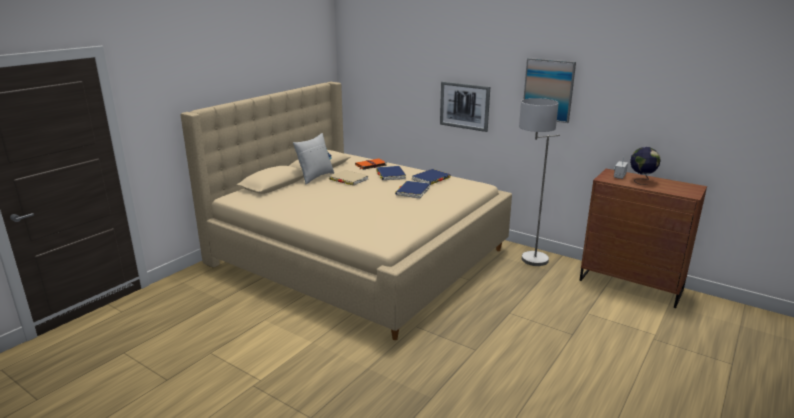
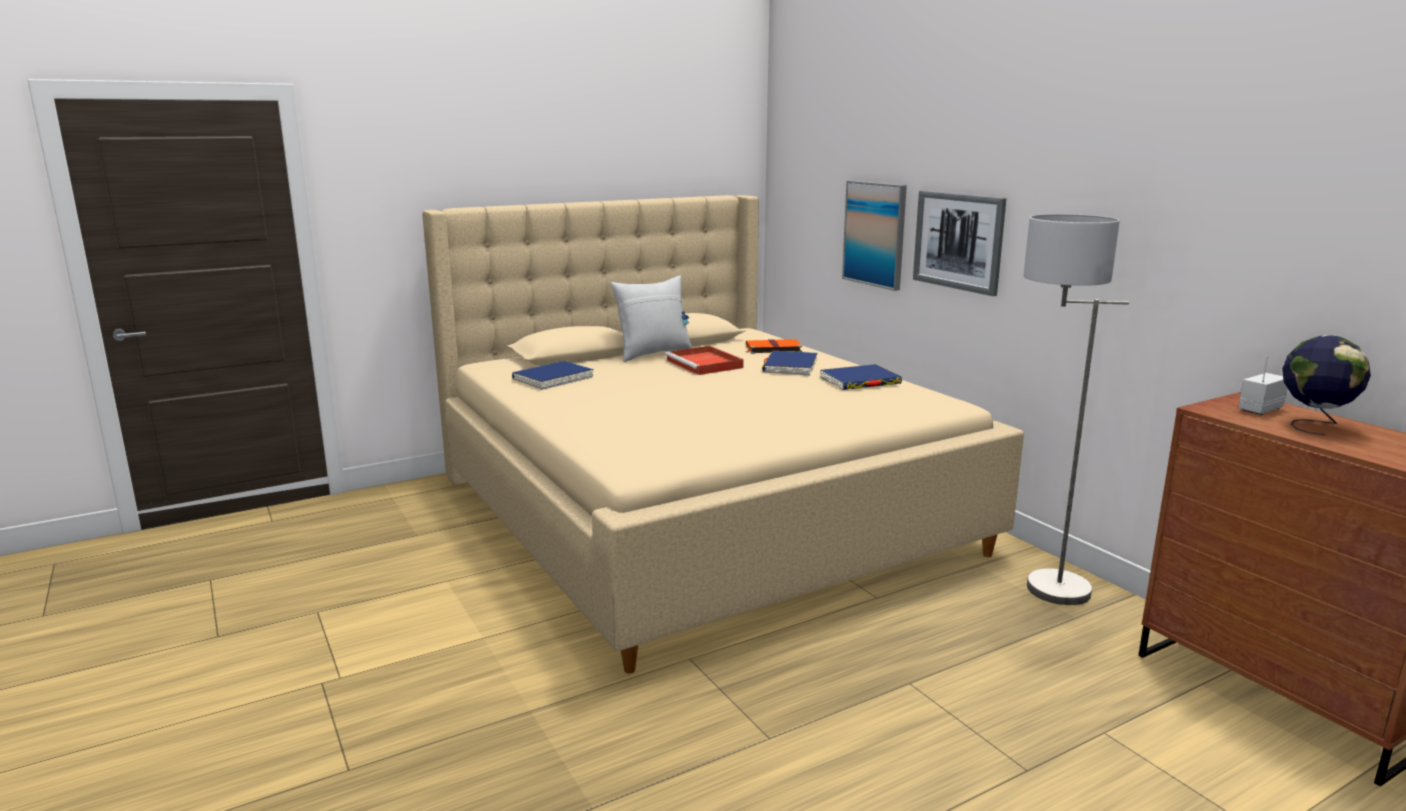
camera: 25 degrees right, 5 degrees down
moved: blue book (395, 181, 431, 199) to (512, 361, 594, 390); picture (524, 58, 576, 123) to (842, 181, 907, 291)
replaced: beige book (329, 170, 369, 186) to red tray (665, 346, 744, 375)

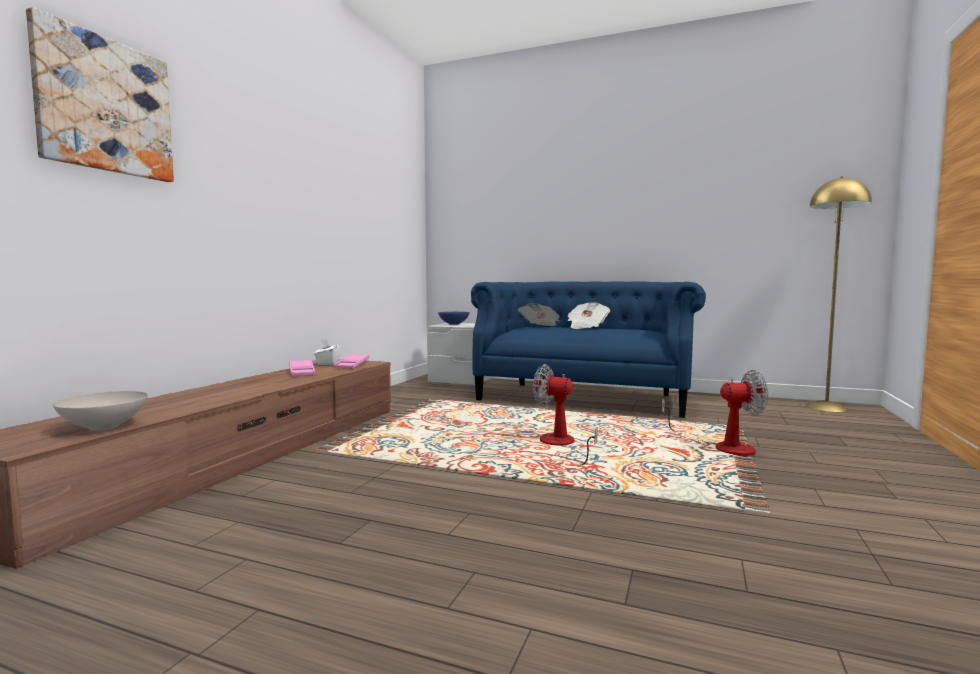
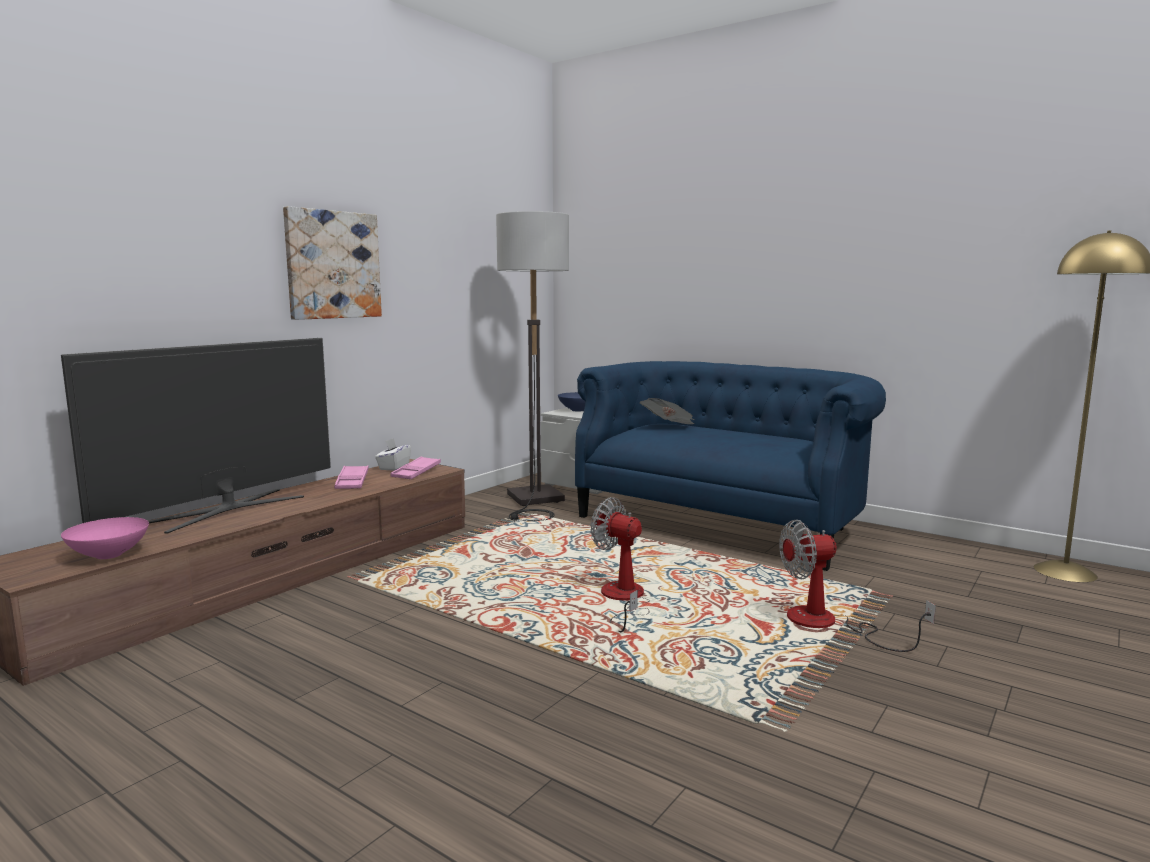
camera: 15 degrees right, 5 degrees up
removed: newspaper (567, 302, 610, 329)
added: television (61, 338, 331, 534); floor lamp (496, 211, 569, 522)
moved: picture (26, 7, 174, 182) to (283, 206, 382, 320)
recoloured: white bowl (53, 391, 148, 431) to pink bowl (61, 517, 149, 559)
turned: fan (662, 370, 768, 457) = (779, 520, 936, 652) 150 degrees clockwise

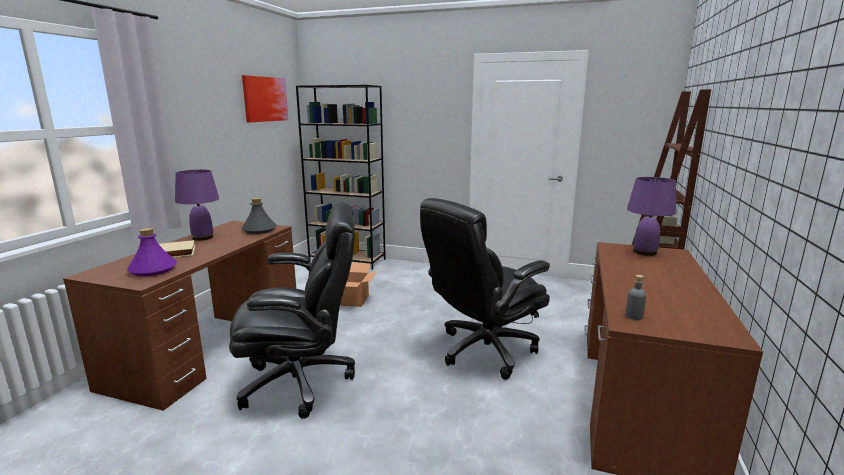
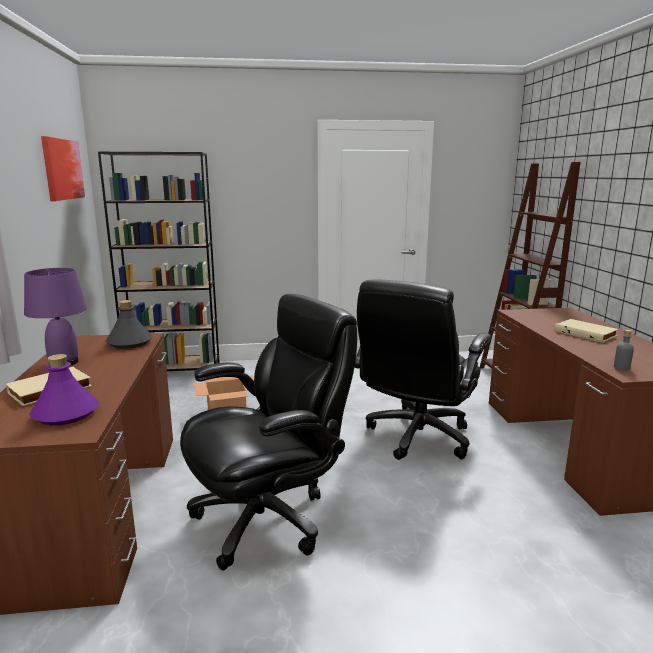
camera: 25 degrees left, 0 degrees up
removed: purple table lamp (627, 177, 676, 256)
added: beige book (554, 319, 618, 343)

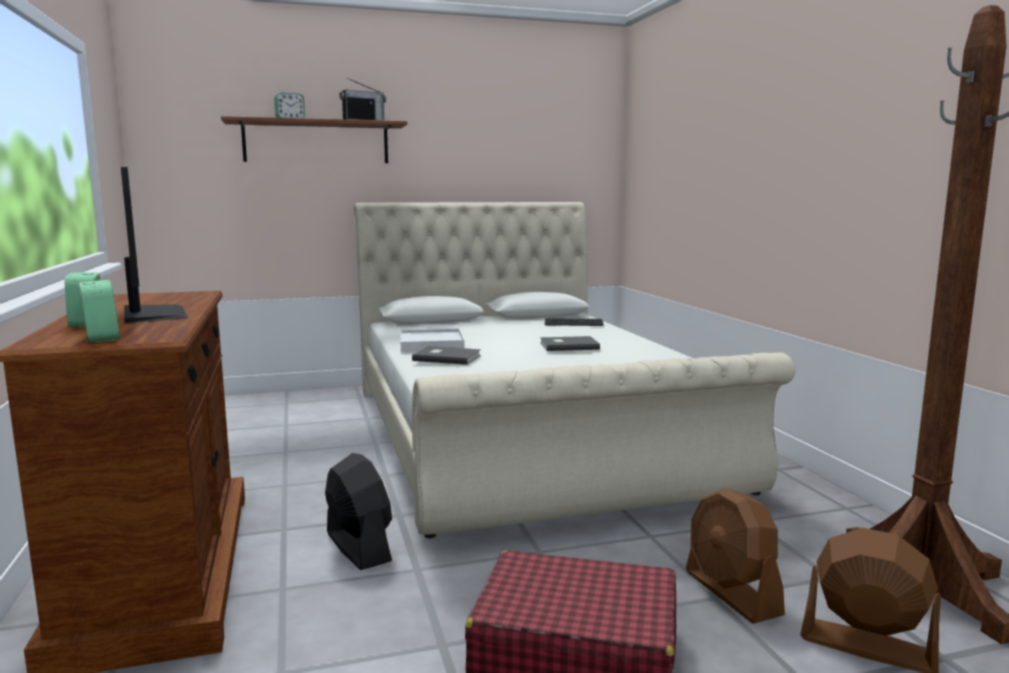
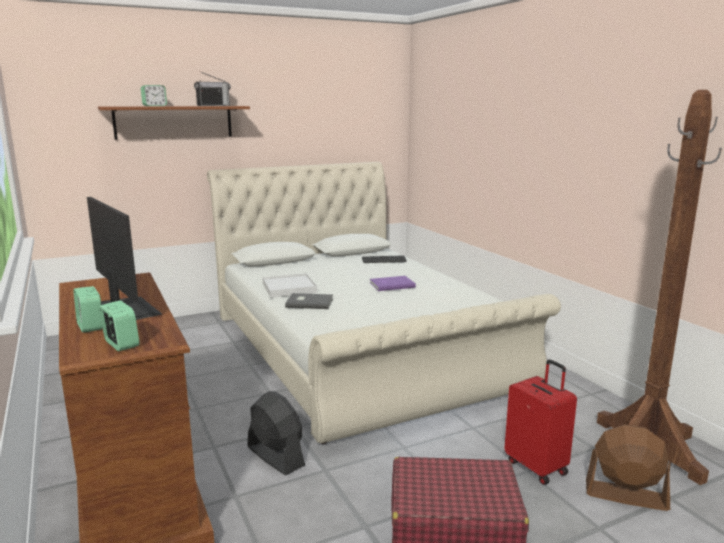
camera: 10 degrees left, 5 degrees up
replaced: brown fan (686, 488, 785, 624) to red suitcase (504, 359, 577, 485)
recoloured: grey book (540, 336, 600, 351) to purple book (370, 276, 416, 291)

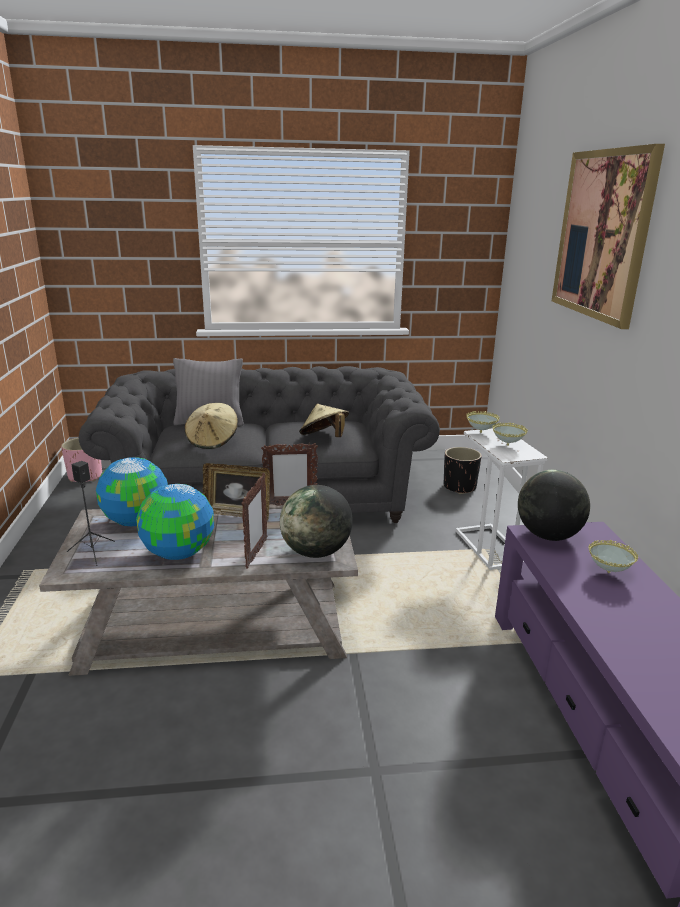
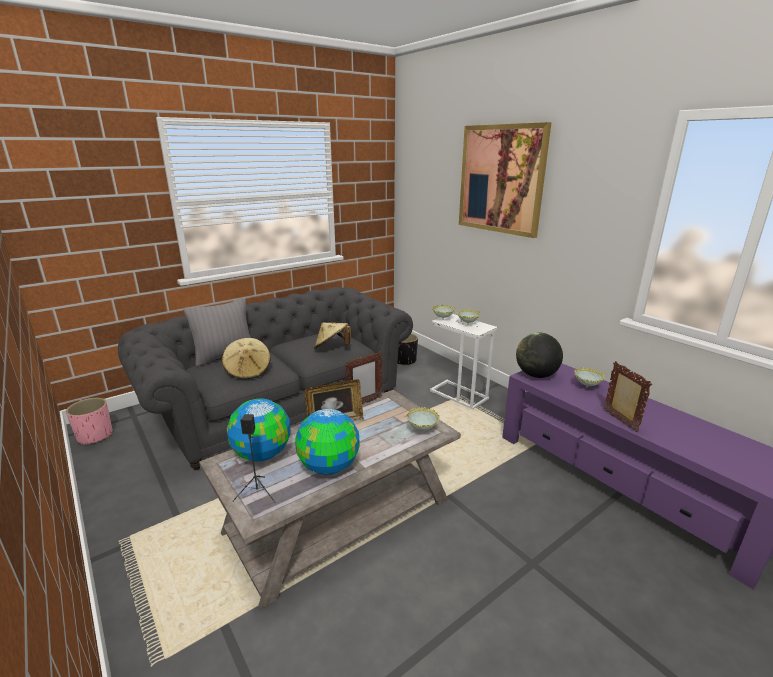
camera: 30 degrees left, 0 degrees up
moved: picture frame (242, 473, 267, 568) to (604, 361, 652, 432)
replaced: globe (280, 485, 353, 558) to bowl (407, 407, 440, 431)

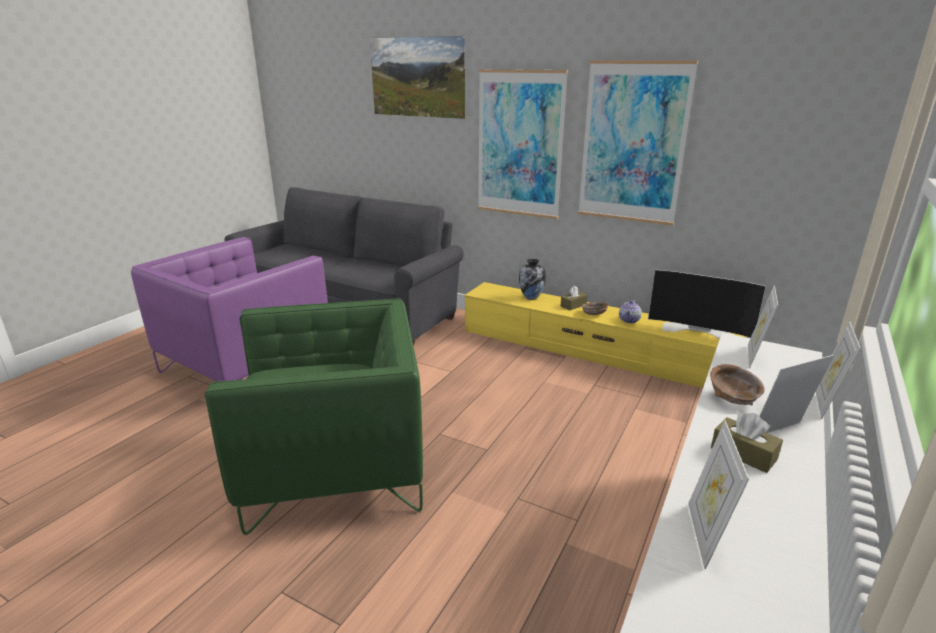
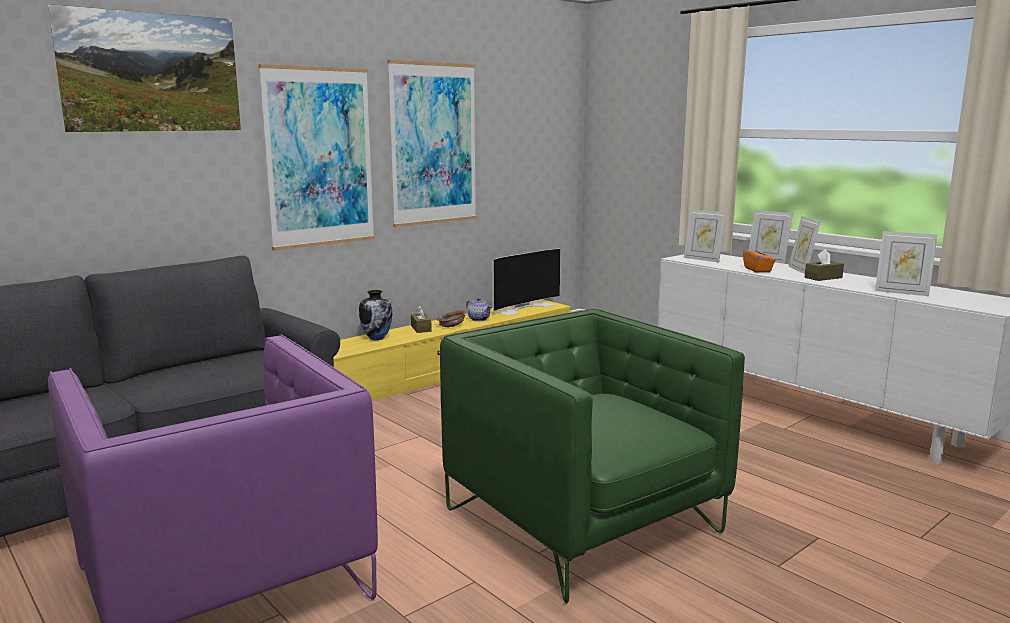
camera: 70 degrees left, 10 degrees down
replaced: brown bowl (710, 364, 765, 406) to orange tissue box (743, 244, 776, 272)
turned: green armchair (205, 298, 423, 535) = (440, 309, 745, 604) 45 degrees counterclockwise

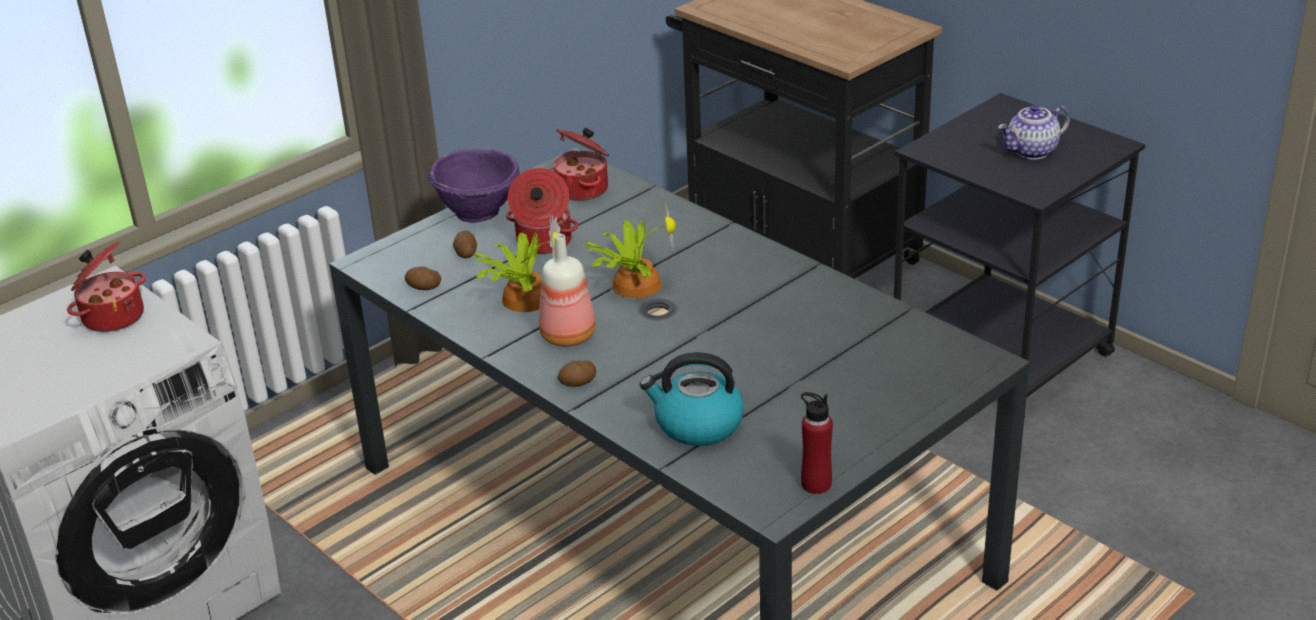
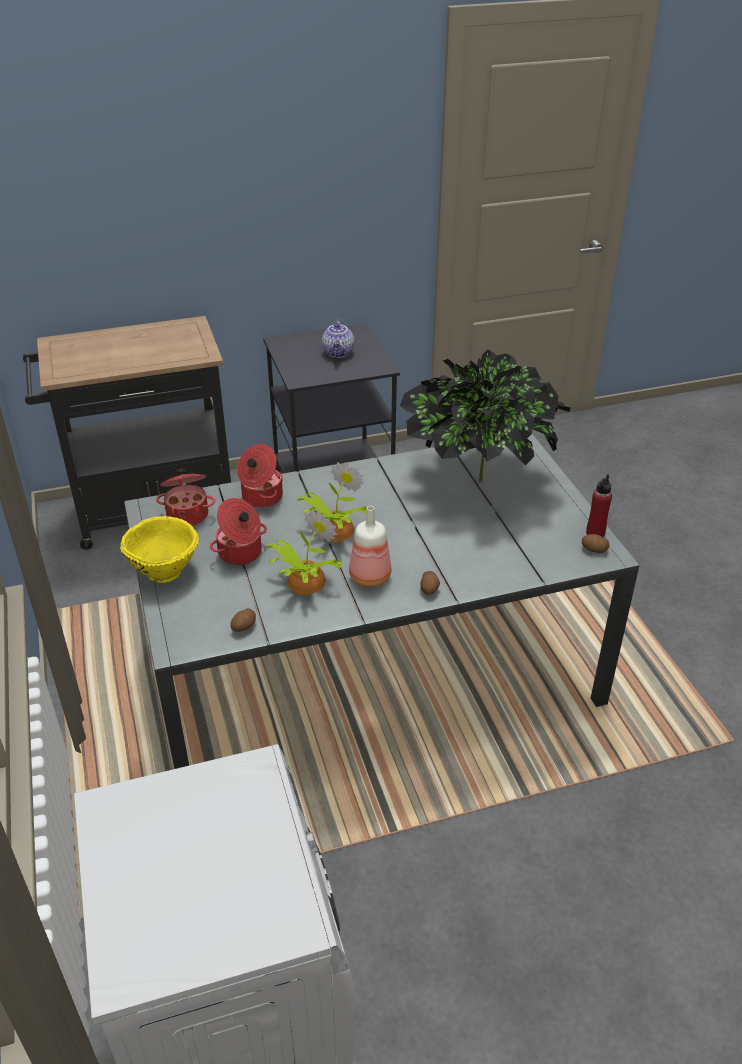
camera: 65 degrees left, 5 degrees up
removed: kettle (640, 352, 744, 446)
added: potted plant (400, 350, 571, 482)
moved: cooking pot (67, 240, 146, 332) to (237, 444, 283, 508); potato (453, 230, 477, 258) to (582, 534, 610, 553)
recoloured: purple bowl (428, 149, 521, 223) to yellow bowl (120, 516, 199, 583)

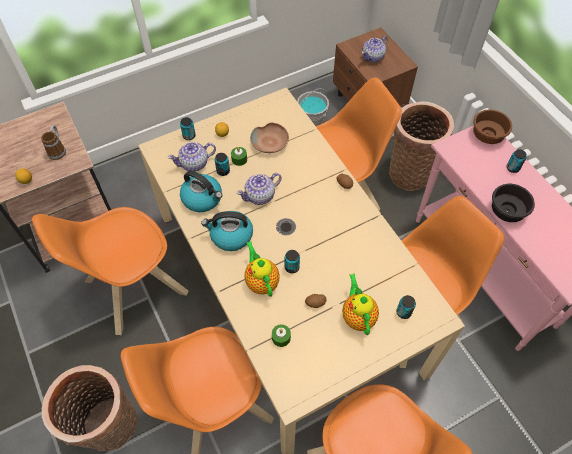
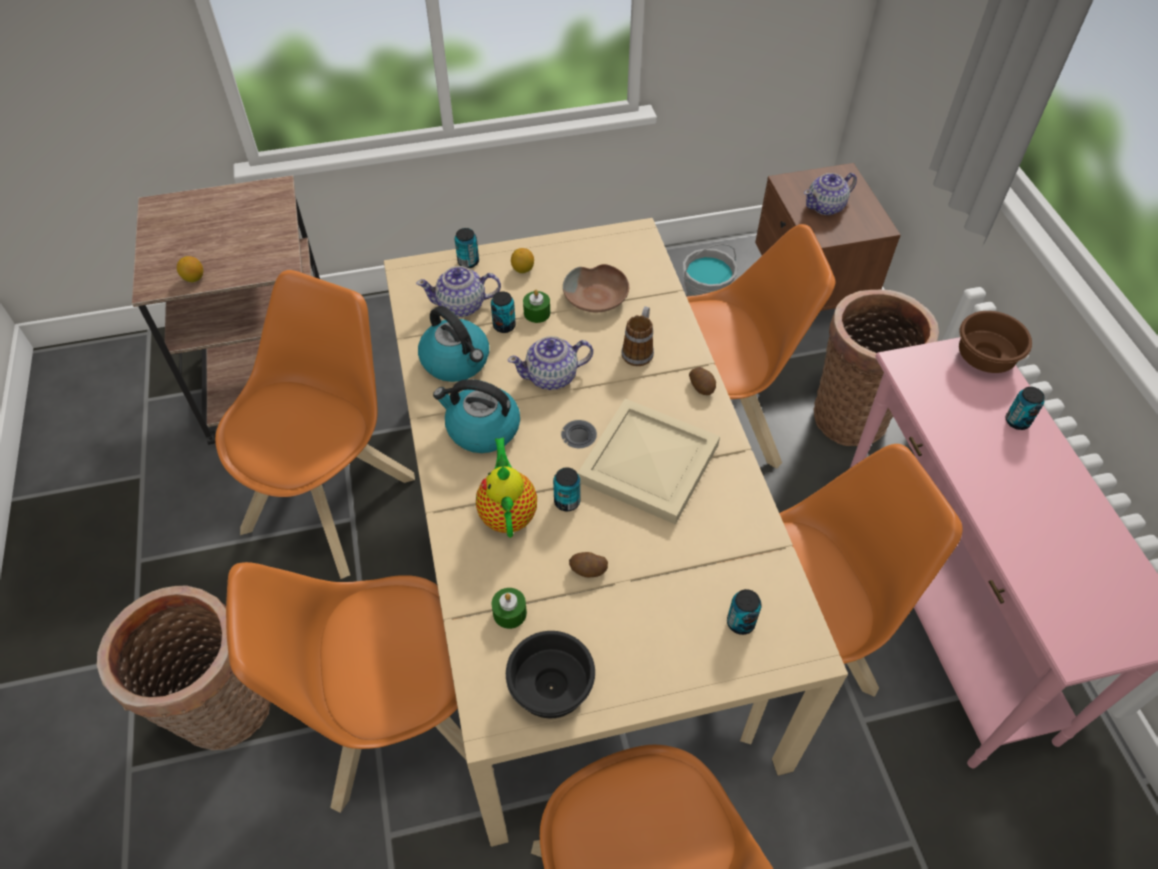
camera: 15 degrees right, 5 degrees down
removed: teapot (342, 273, 379, 335)
added: beige tray (577, 399, 720, 525)
moved: mug (41, 126, 66, 160) to (621, 306, 654, 366); black bowl (492, 184, 535, 222) to (506, 631, 595, 718)
turned: orange chair (32, 207, 188, 335) = (215, 270, 415, 579) 135 degrees clockwise

